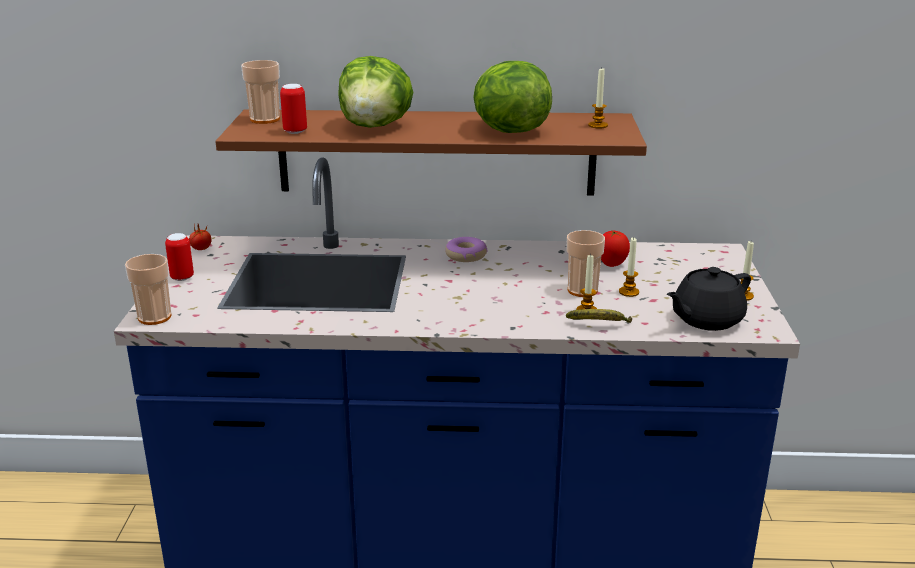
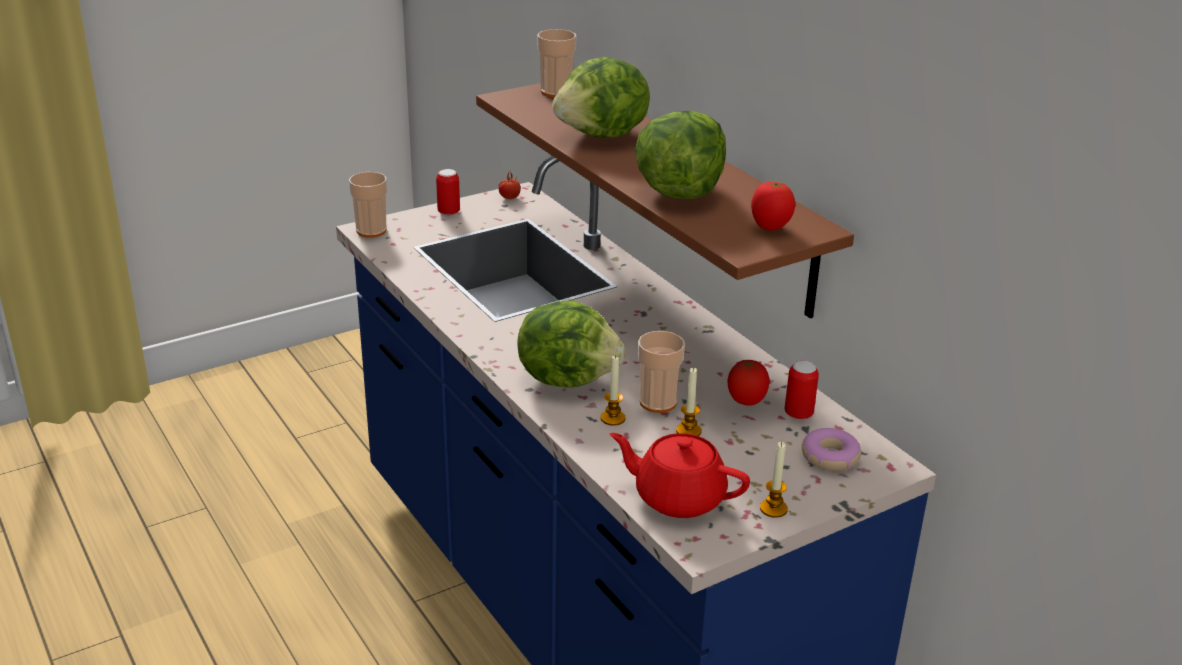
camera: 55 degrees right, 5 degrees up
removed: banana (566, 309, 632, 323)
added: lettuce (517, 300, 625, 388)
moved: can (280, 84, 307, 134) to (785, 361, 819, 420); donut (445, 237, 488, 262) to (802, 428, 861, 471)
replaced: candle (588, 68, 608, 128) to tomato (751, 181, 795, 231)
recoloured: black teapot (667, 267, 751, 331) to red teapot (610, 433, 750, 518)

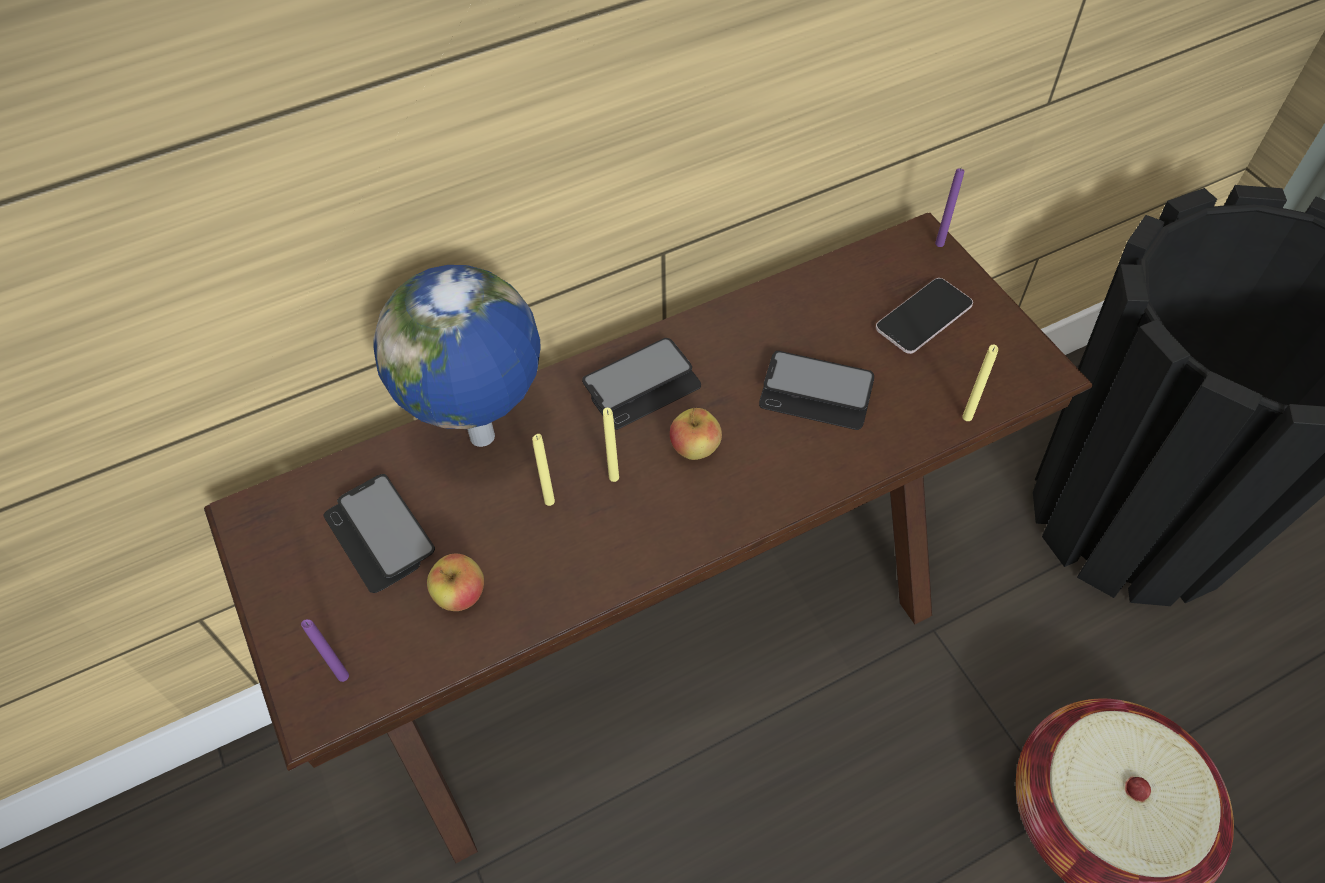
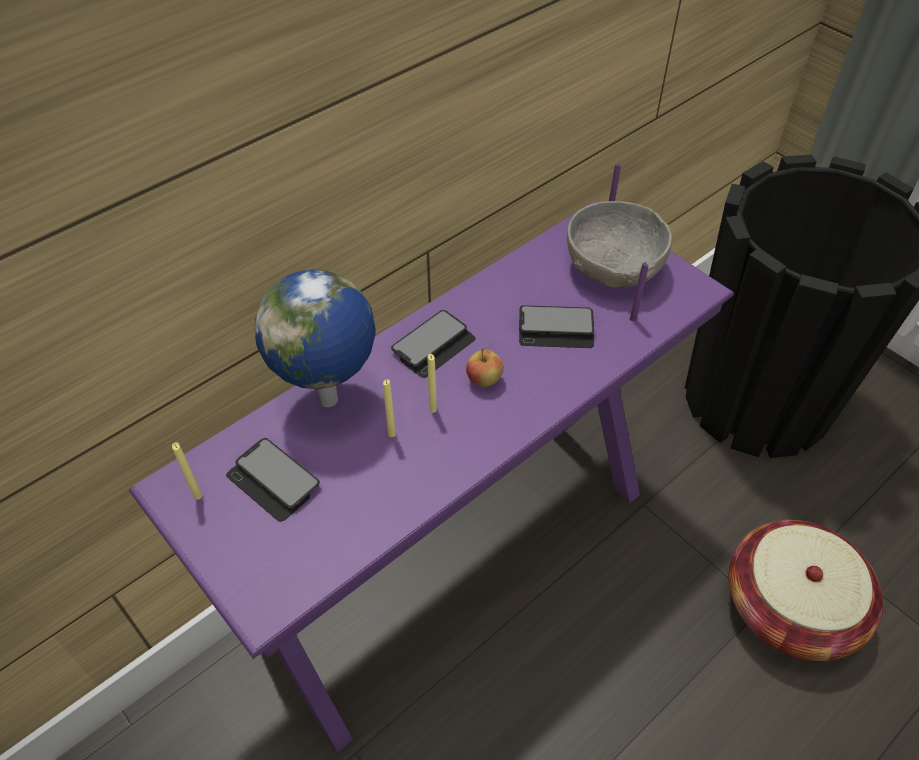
camera: 15 degrees left, 5 degrees down
removed: apple (427, 554, 484, 611)
moved: purple candle (301, 619, 349, 682) to (630, 263, 649, 321); yellow candle (962, 344, 998, 421) to (172, 442, 202, 500)
replaced: phone (876, 278, 973, 354) to grey bowl (567, 201, 672, 288)
recoloured: brown console table (204, 213, 1092, 863) to purple console table (129, 201, 734, 752)

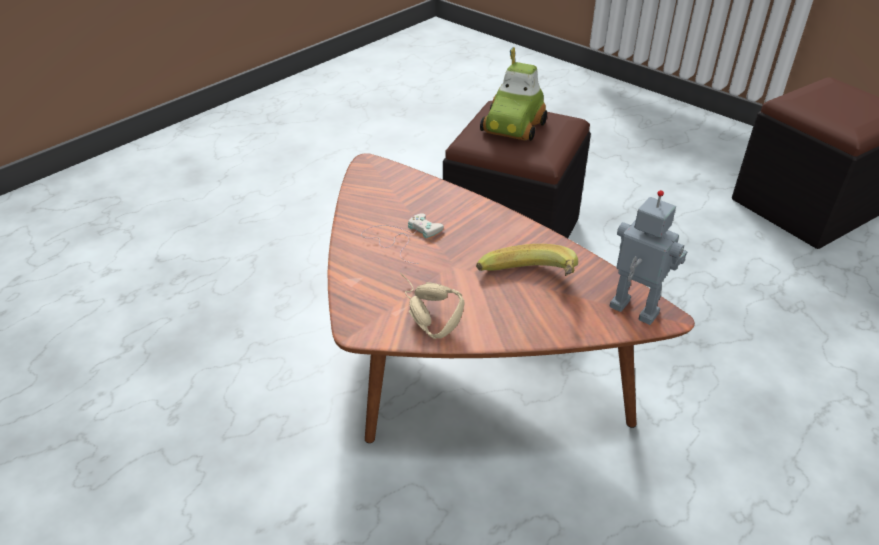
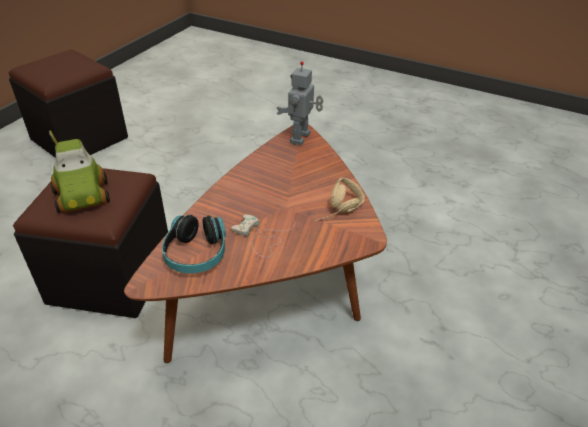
camera: 105 degrees left, 0 degrees up
removed: banana (476, 244, 578, 276)
added: headphones (162, 215, 226, 273)
turned: toy car (480, 47, 547, 141) = (49, 130, 110, 213) 60 degrees clockwise

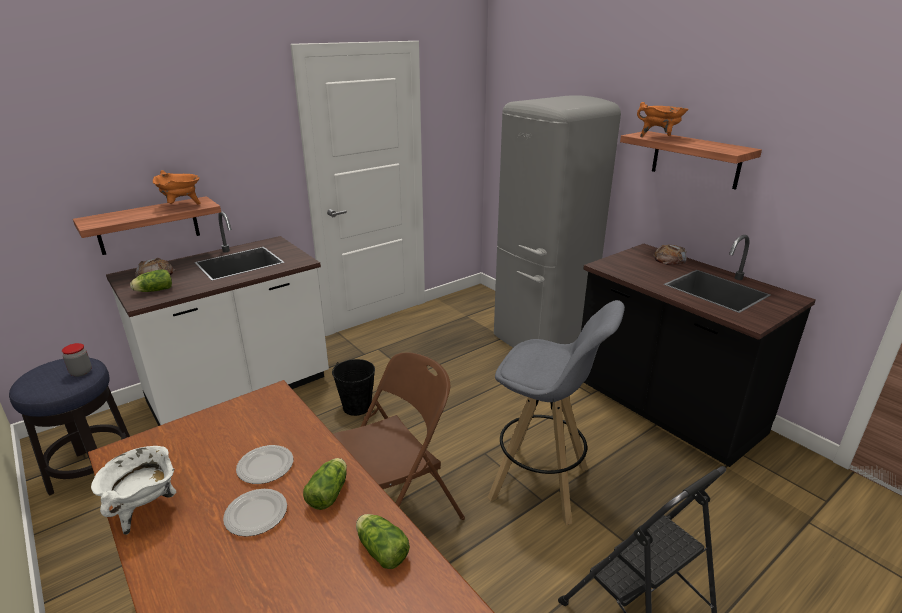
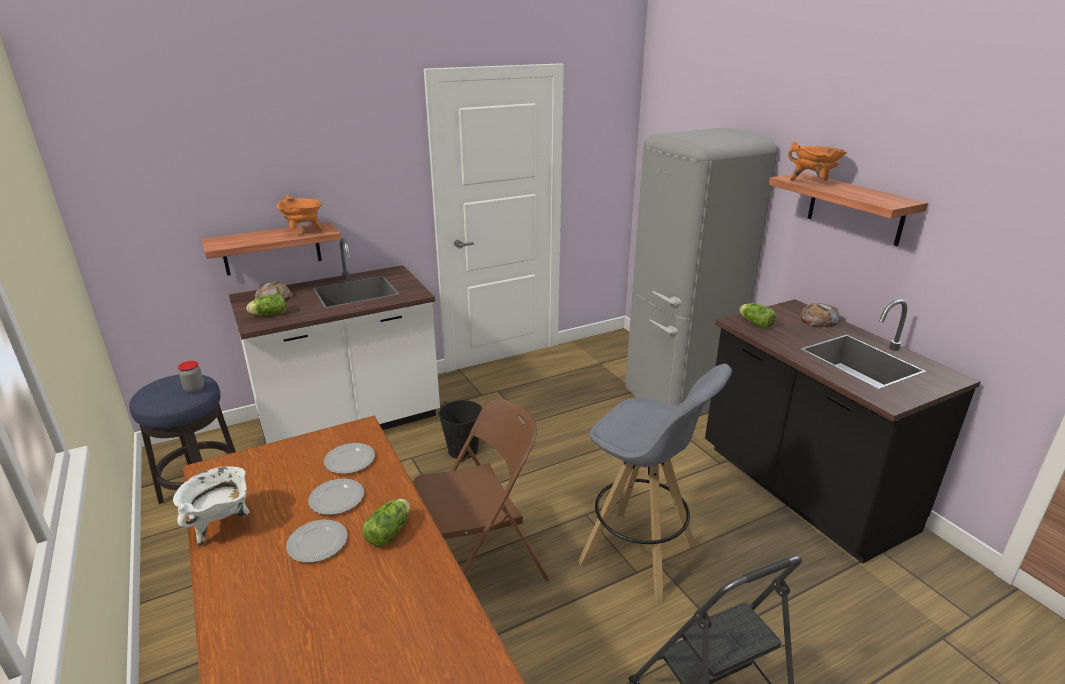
camera: 10 degrees right, 0 degrees up
added: plate (324, 443, 375, 474)
moved: lettuce (356, 514, 410, 569) to (739, 303, 776, 329)

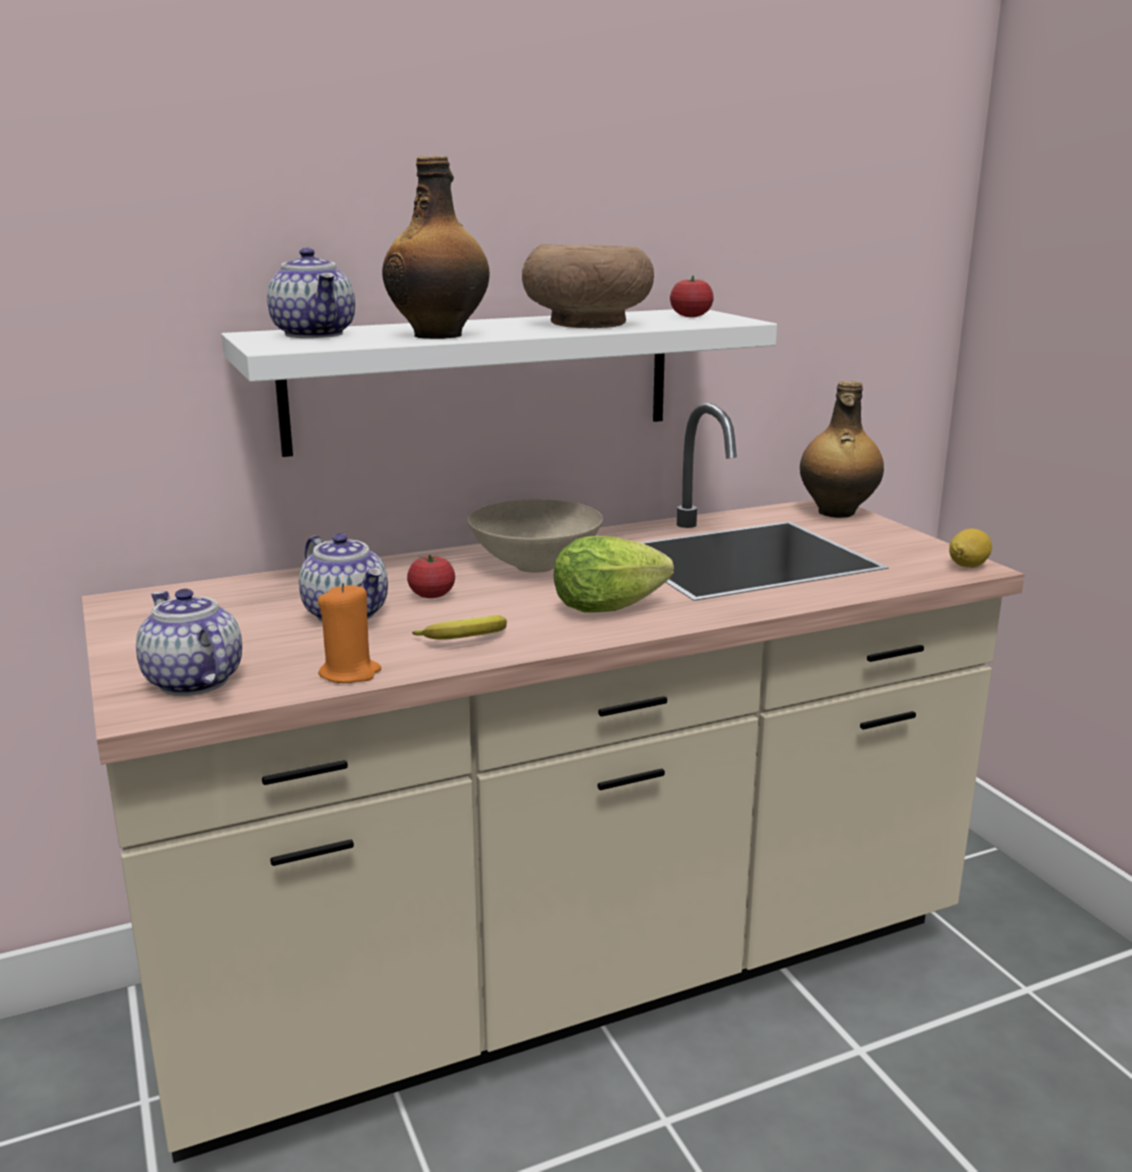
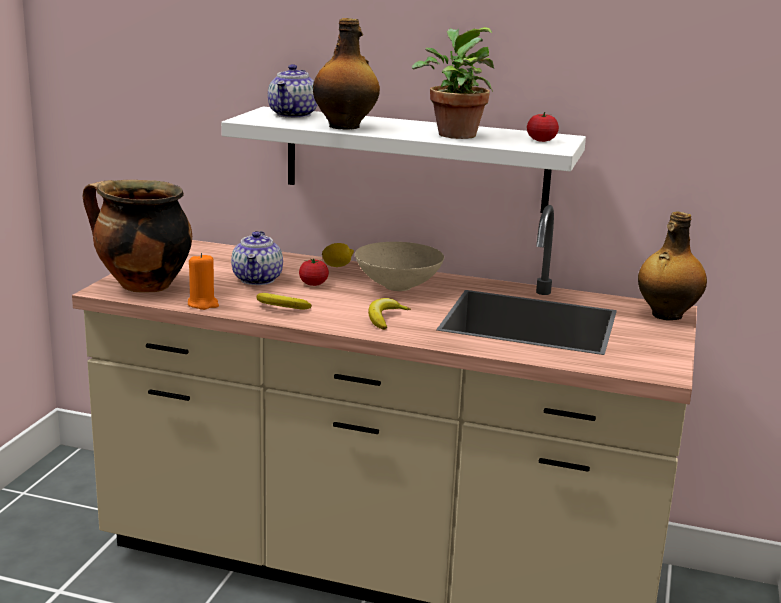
camera: 40 degrees right, 0 degrees up
moved: lemon (949, 529, 992, 568) to (322, 243, 354, 267)
replaced: teapot (136, 589, 242, 696) to cooking pot (83, 180, 192, 293); brown bowl (522, 244, 654, 328) to potted plant (412, 27, 494, 139); lettuce (554, 536, 674, 612) to banana (368, 298, 411, 330)

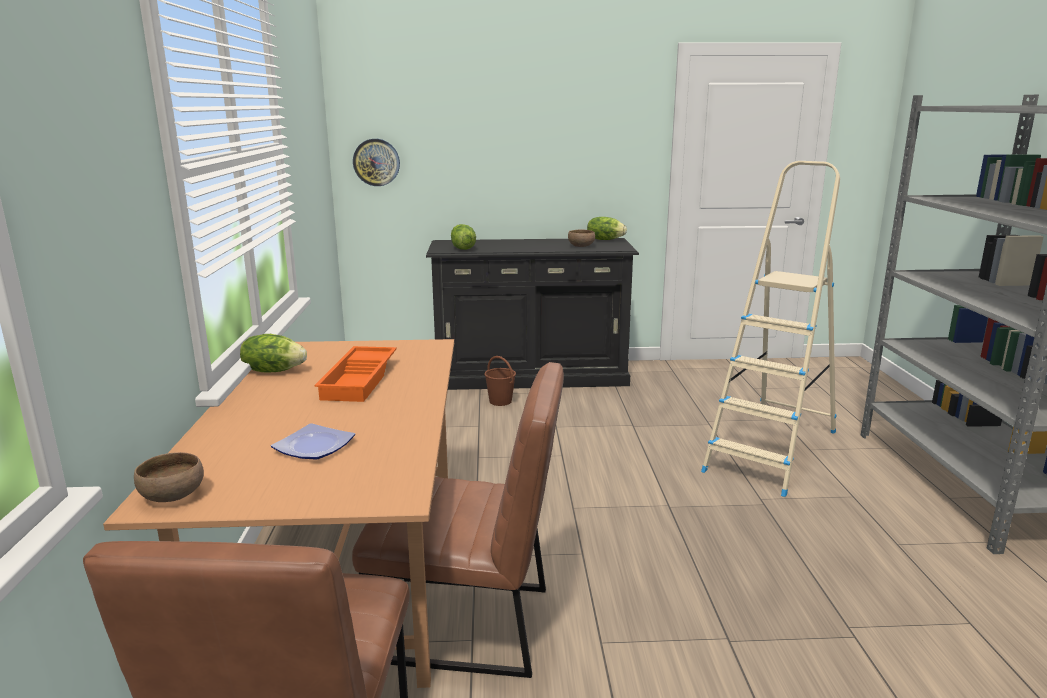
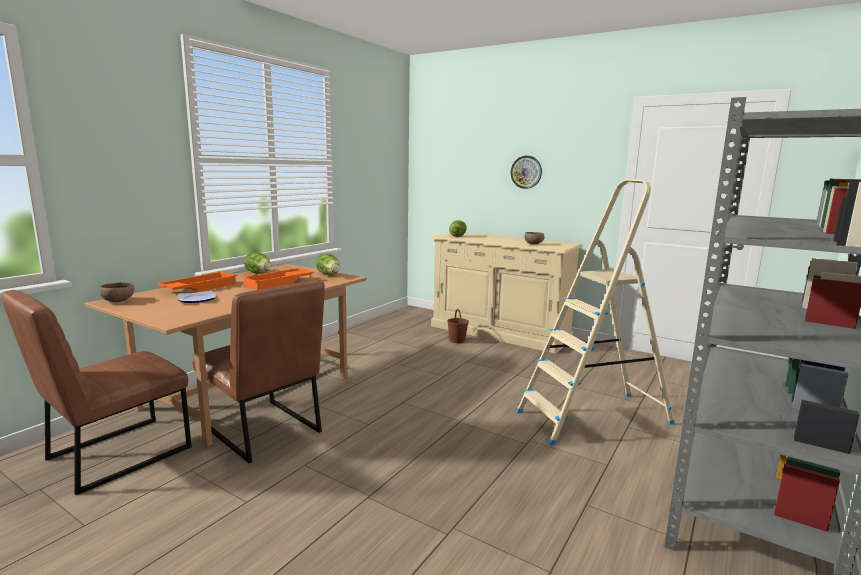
camera: 35 degrees right, 5 degrees down
added: orange tray (157, 272, 238, 292)
moved: wall clock (353, 139, 400, 186) to (511, 156, 542, 189); lettuce (587, 217, 627, 240) to (316, 254, 340, 275)
recoloured: black cabinet (426, 238, 639, 390) to beige cabinet (431, 232, 583, 354)

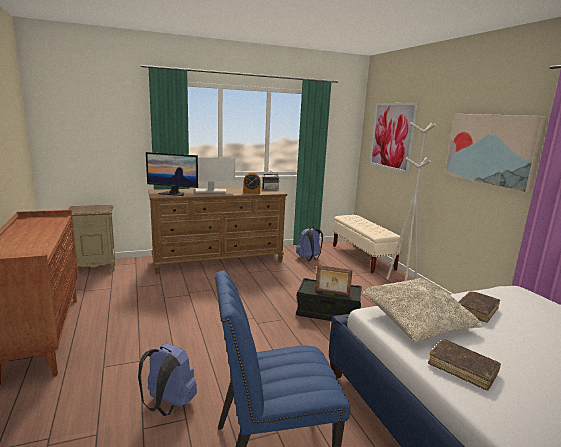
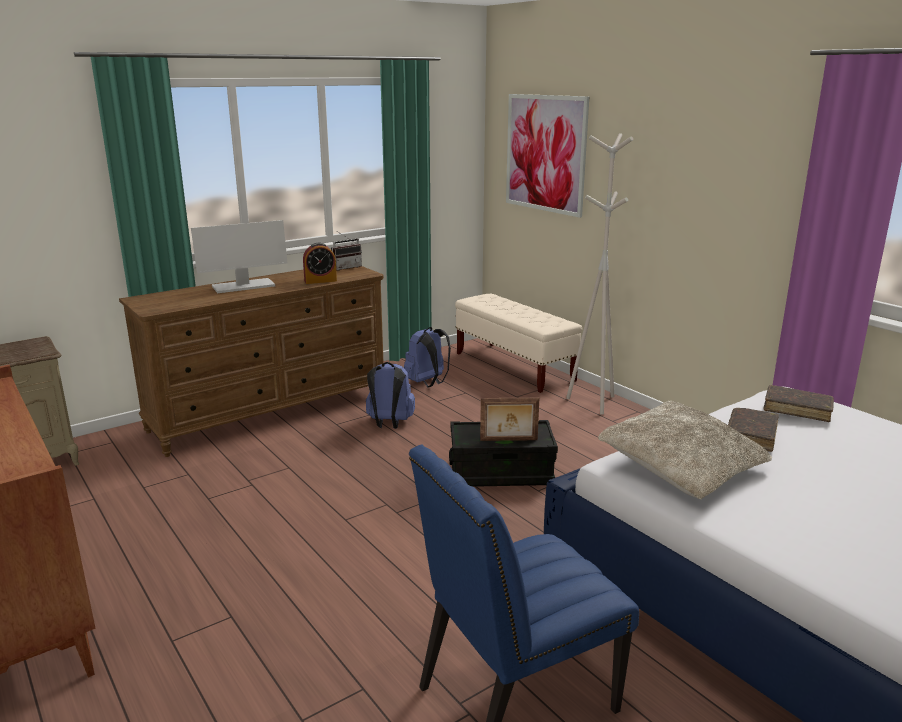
camera: 15 degrees left, 5 degrees up
removed: monitor (146, 152, 198, 196); picture (445, 114, 546, 192)
moved: blue backpack (138, 344, 197, 416) to (366, 362, 415, 429); brown book (428, 339, 501, 391) to (764, 385, 834, 422)

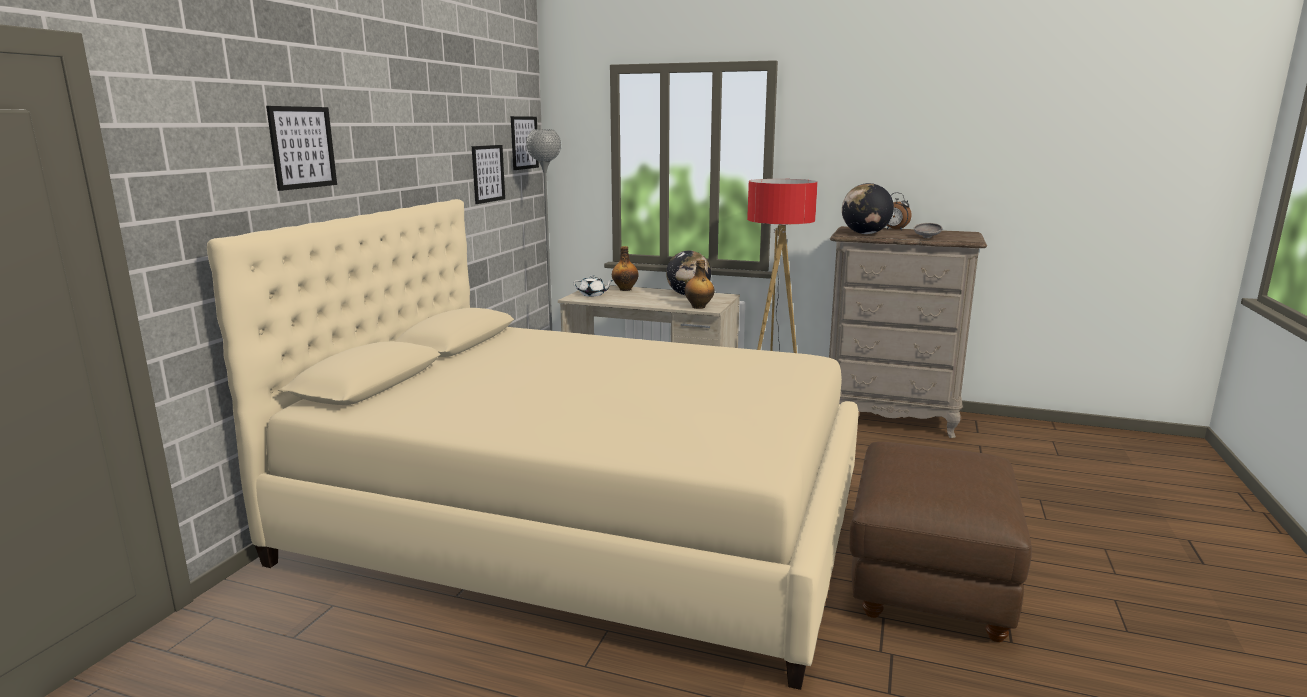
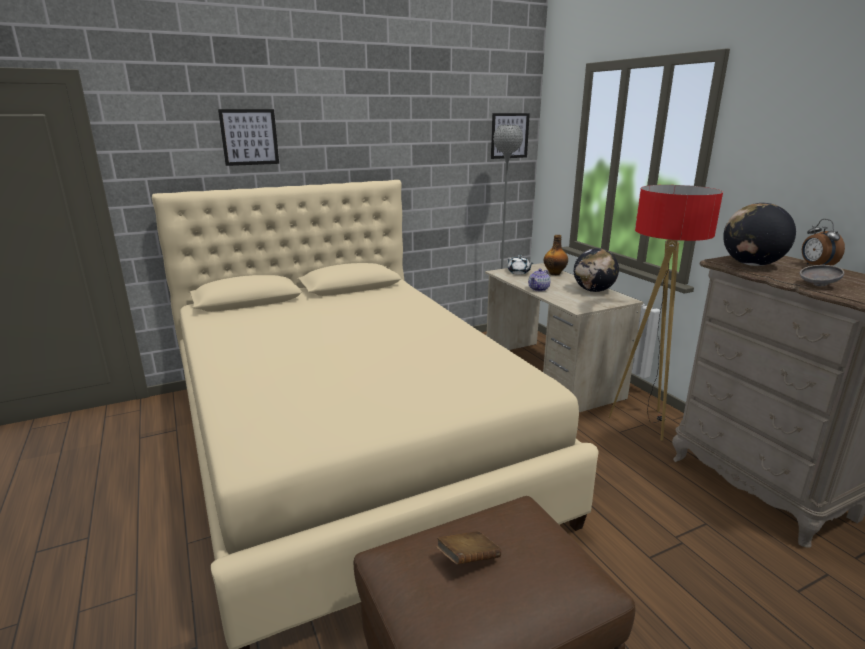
camera: 45 degrees right, 5 degrees up
removed: picture (472, 145, 505, 204); bottle (685, 260, 714, 309)
added: brown book (436, 531, 501, 565); teapot (528, 269, 551, 291)

